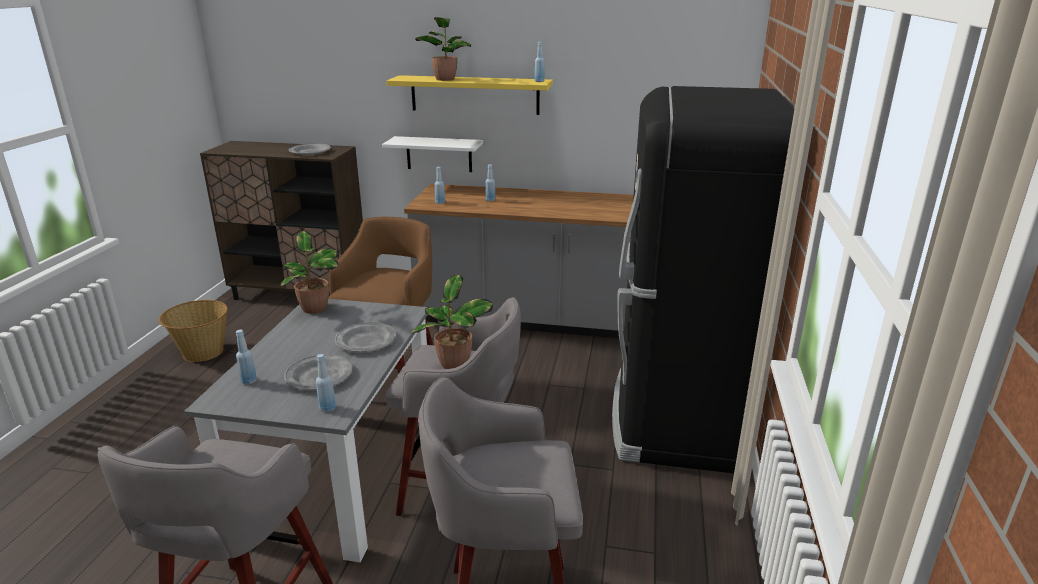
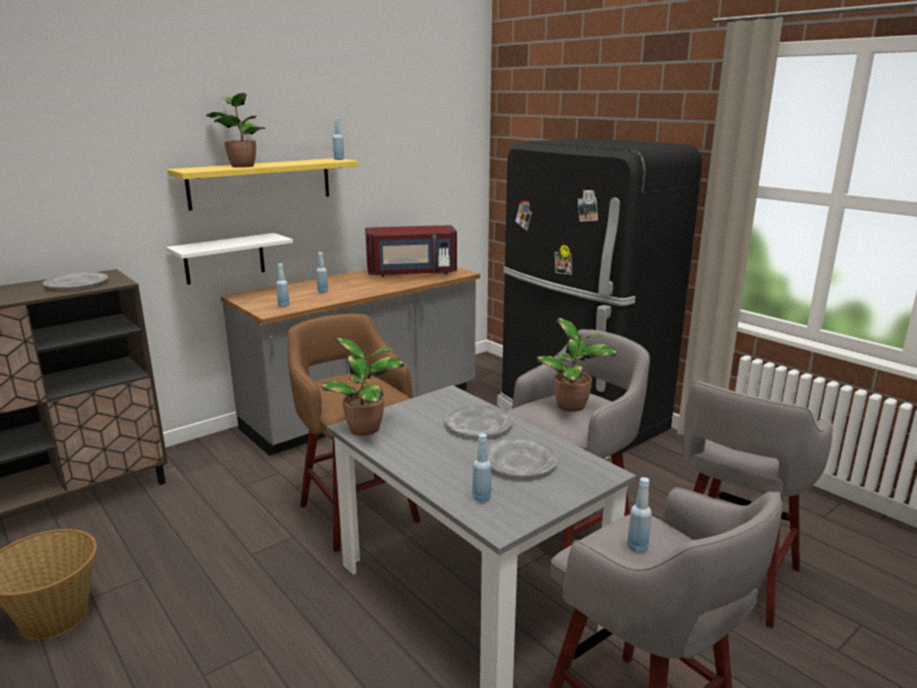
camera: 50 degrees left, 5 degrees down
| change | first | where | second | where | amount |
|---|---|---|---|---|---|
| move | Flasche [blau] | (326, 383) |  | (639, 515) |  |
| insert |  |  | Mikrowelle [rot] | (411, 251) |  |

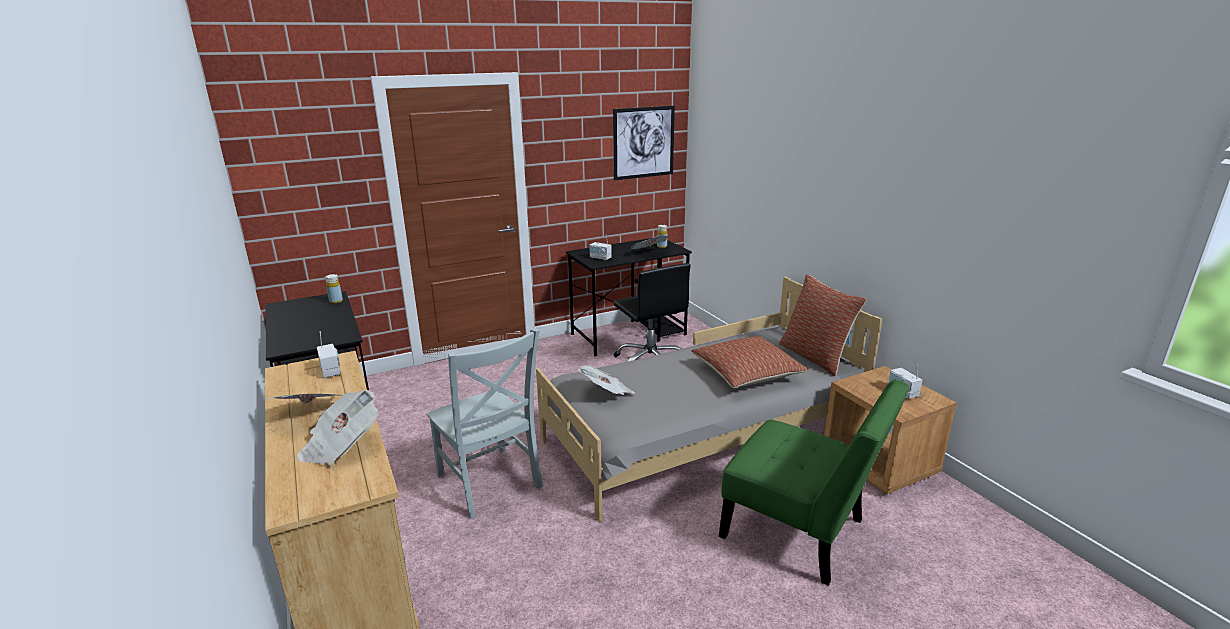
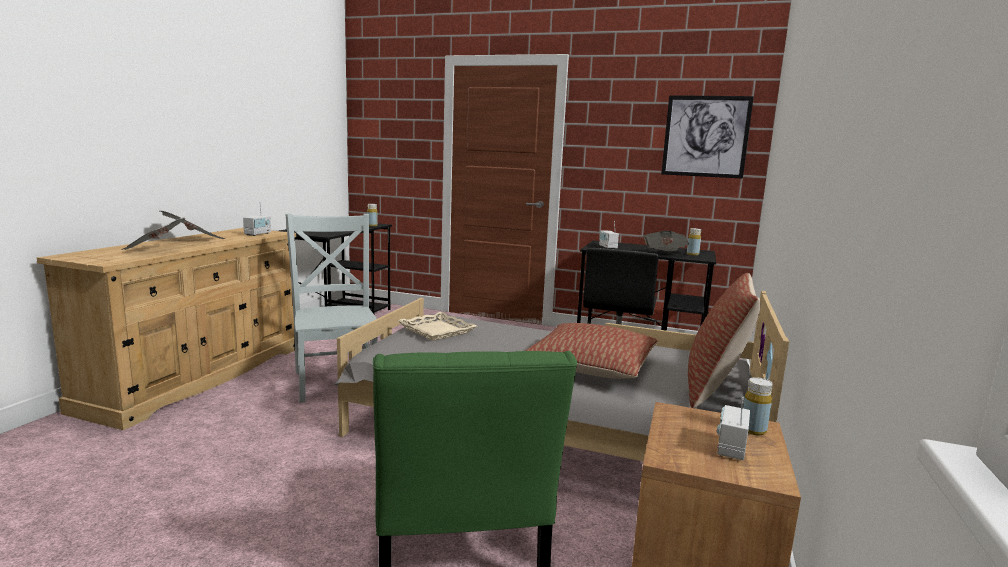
camera: 45 degrees right, 10 degrees down
| change | first | where | second | where | amount |
|---|---|---|---|---|---|
| rotate | Stuhl [grau] | (484, 423) |  | (331, 308) | 150 degrees clockwise |
| replace | Zeitung | (606, 380) | Tablett [beige] | (437, 326) |  |
| insert |  |  | Flasche [gelb] | (758, 406) |  |

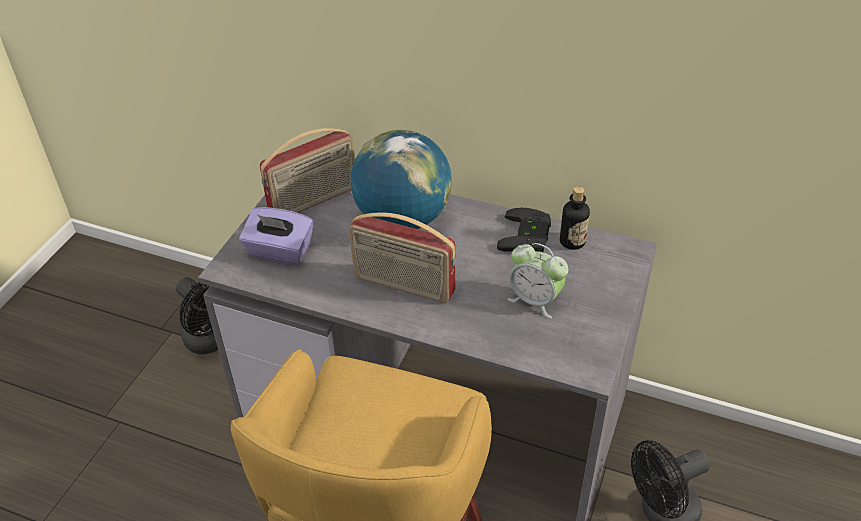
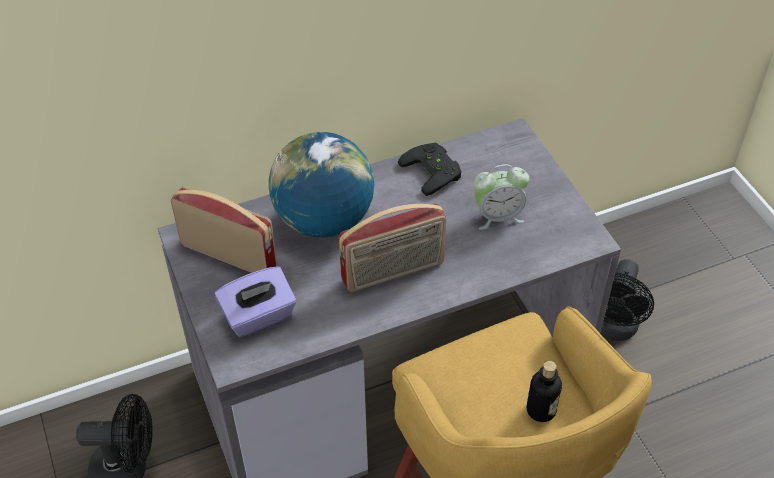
camera: 45 degrees left, 5 degrees up
| change | first | where | second | where | amount |
|---|---|---|---|---|---|
| rotate | Radio | (307, 170) |  | (224, 230) | 75 degrees counterclockwise |
| move | Flasche | (575, 218) |  | (544, 391) |  |

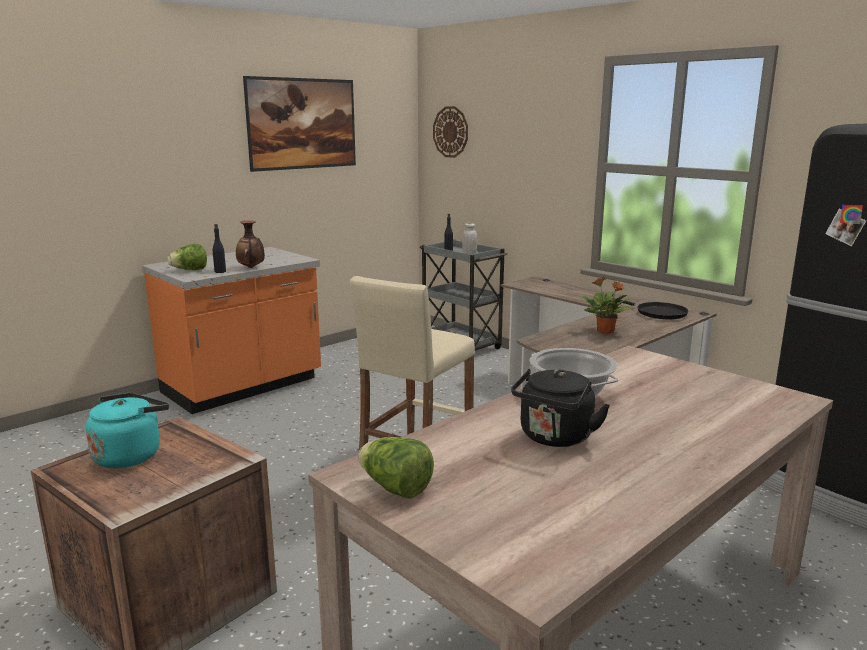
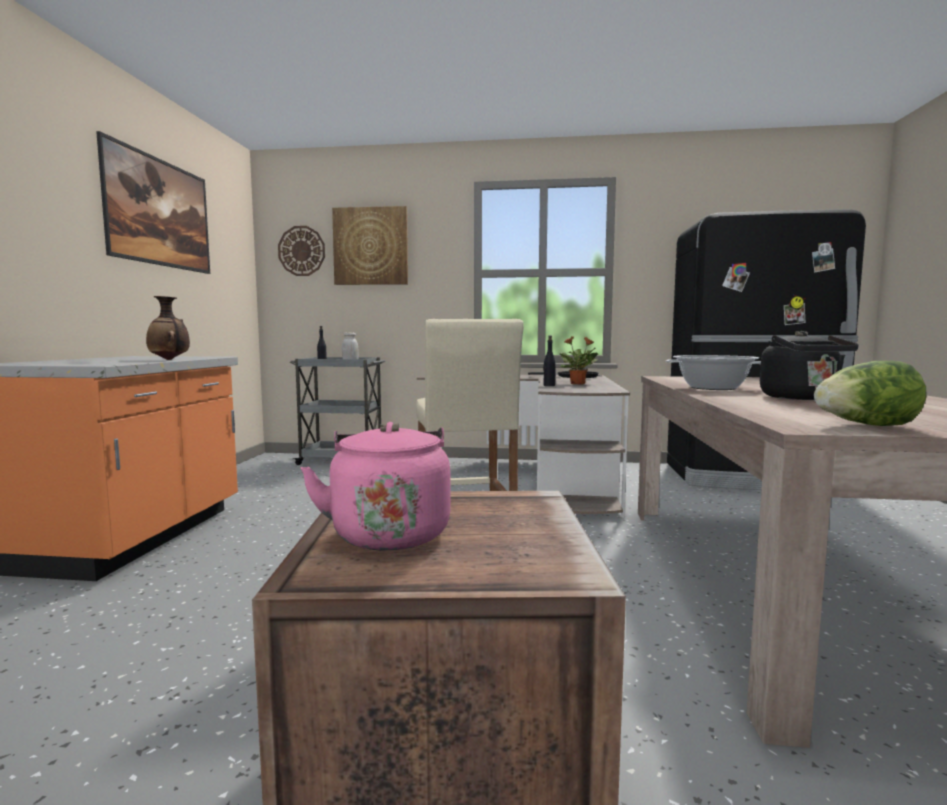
camera: 40 degrees left, 10 degrees down
| change | first | where | second | where | amount |
|---|---|---|---|---|---|
| recolor | Wasserkessel [türkis] | (127, 430) | Wasserkessel [rosa] | (376, 486) |  |
| delete | Salatkopf | (187, 257) |  |  |  |
| move | Flasche [schwarz] | (219, 248) |  | (549, 361) |  |
| insert |  |  | Bild | (370, 245) |  |

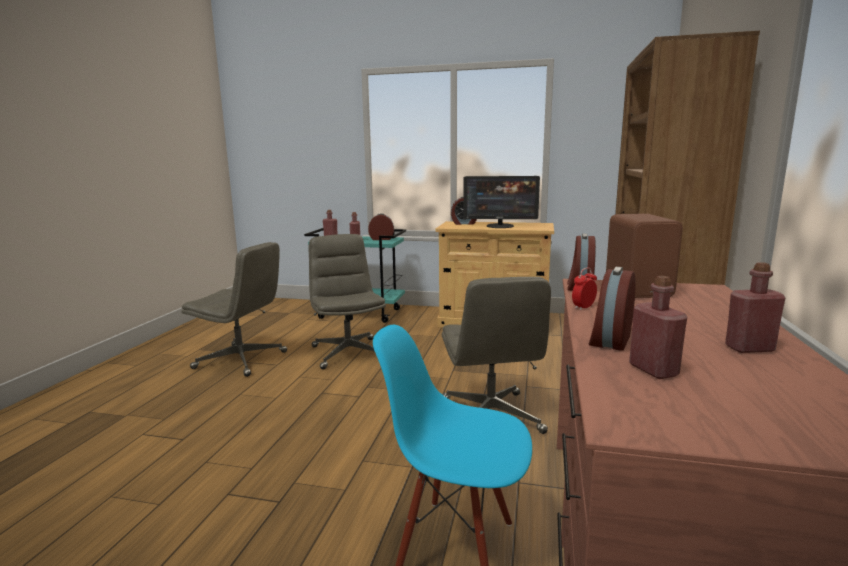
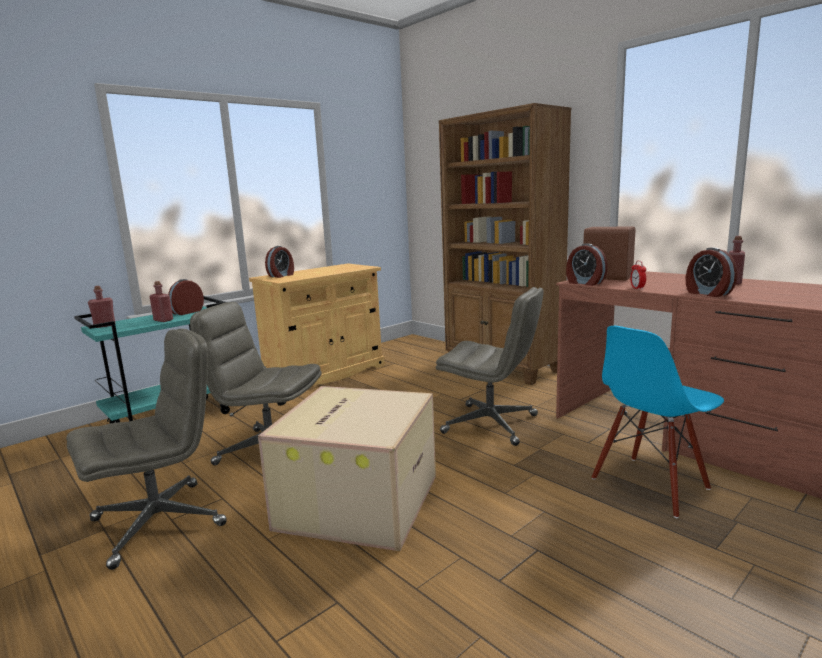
camera: 55 degrees left, 0 degrees up
| change | first | where | second | where | amount |
|---|---|---|---|---|---|
| delete | Monitor | (501, 202) |  |  |  |
| delete | Flasche [rot] | (658, 327) |  |  |  |
| insert |  |  | Karton | (347, 468) |  |

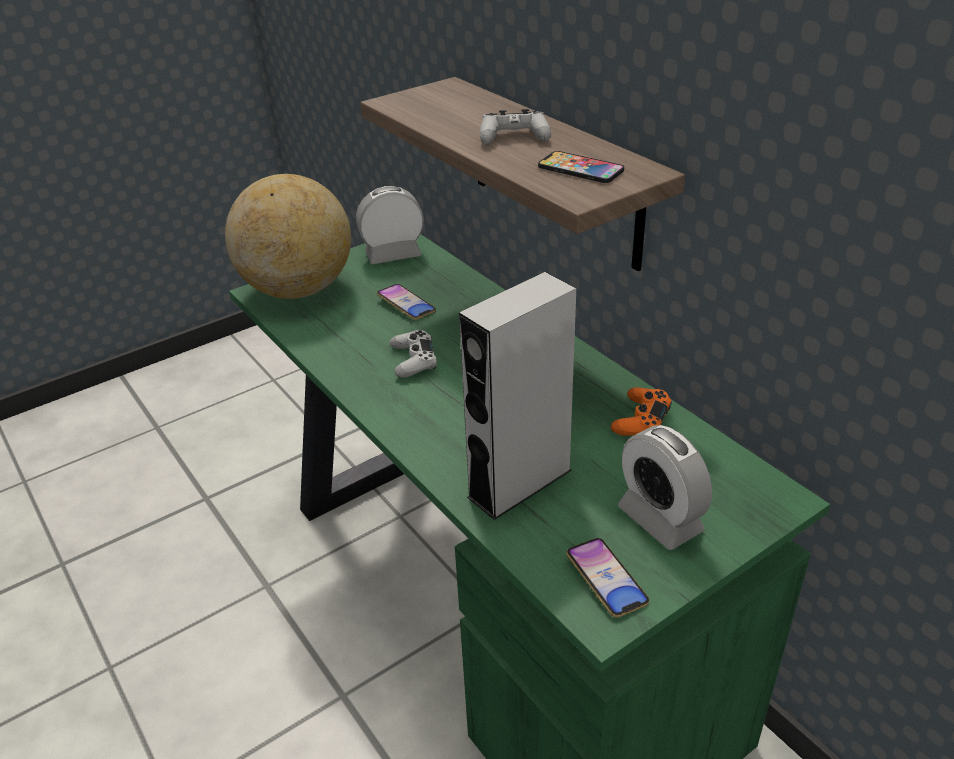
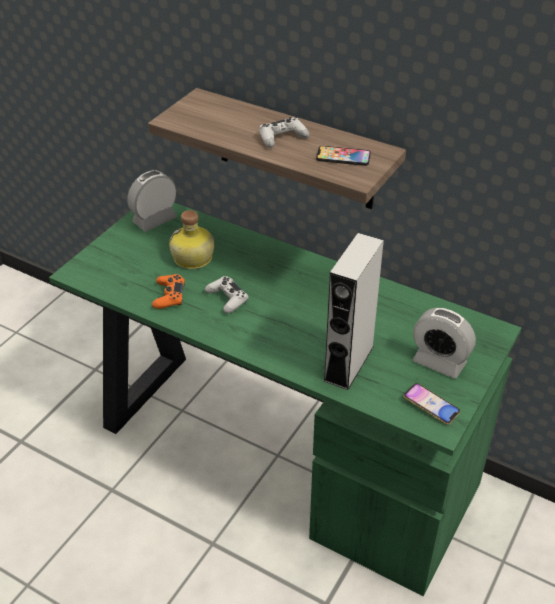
camera: 25 degrees left, 5 degrees up
| change | first | where | second | where | amount |
|---|---|---|---|---|---|
| delete | Globus | (288, 236) |  |  |  |
| replace | Handy | (406, 302) | Flasche | (191, 239) |  |
| move | Gamepad [orange] | (641, 411) |  | (168, 291) |  |

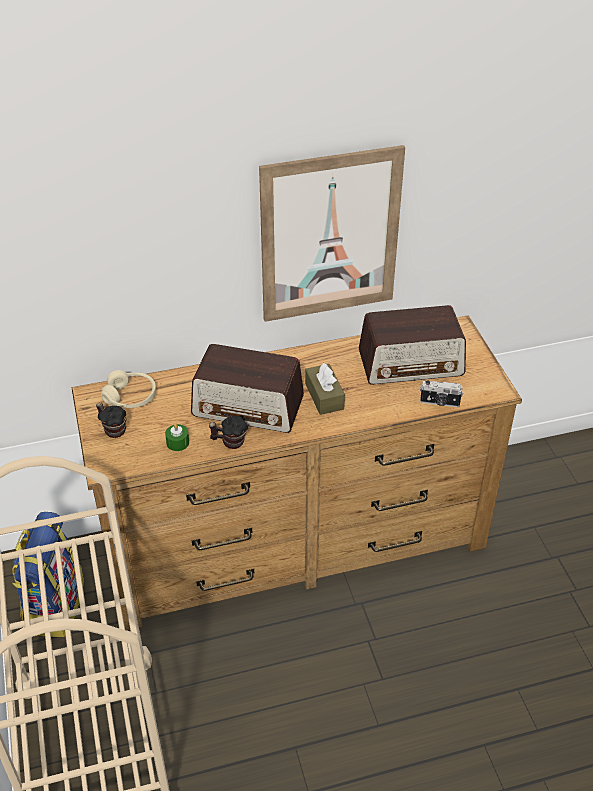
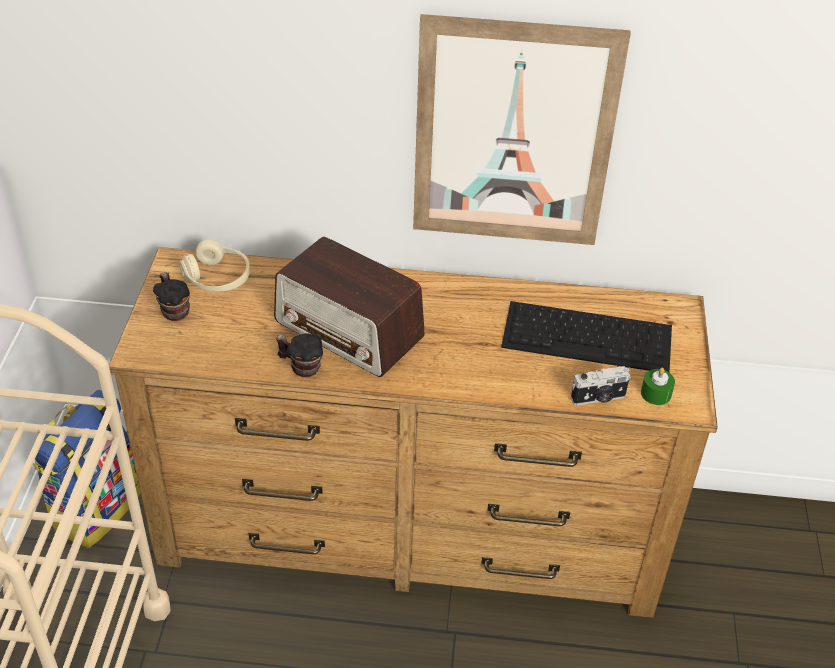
camera: 20 degrees right, 0 degrees up
| change | first | where | second | where | amount |
|---|---|---|---|---|---|
| move | Kerze [grün] | (177, 437) |  | (658, 386) |  |
| delete | Taschentuchbox [braun] | (325, 389) |  |  |  |
| replace | Radio | (412, 345) | Tastatur | (586, 336) |  |
| rotate | Kamera | (442, 393) |  | (601, 385) | 45 degrees counterclockwise |

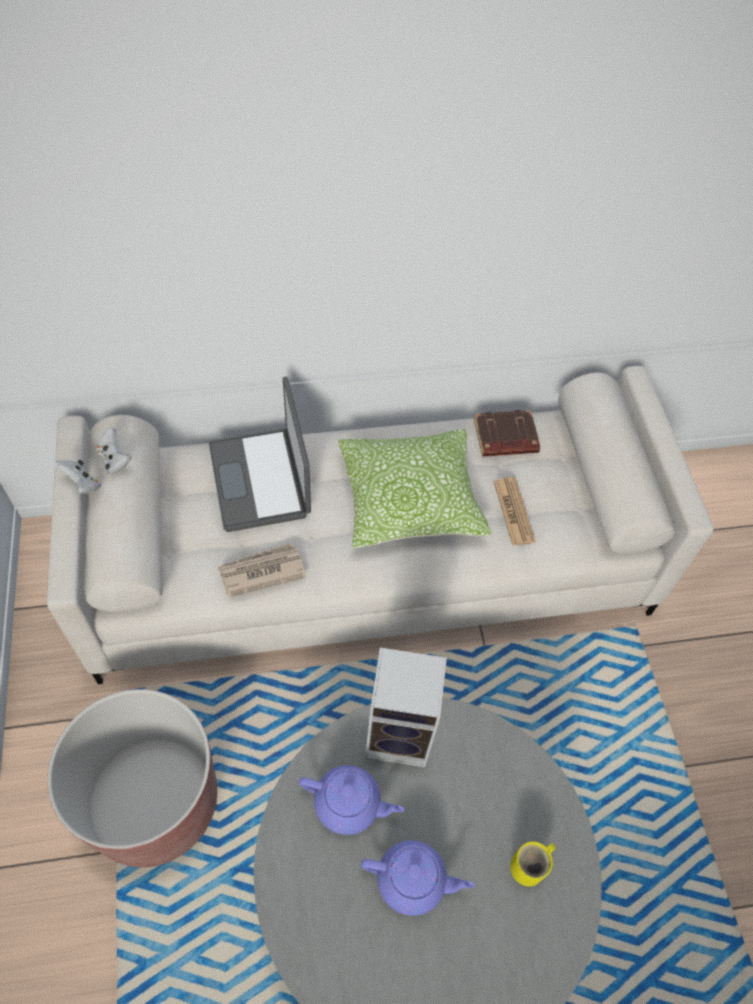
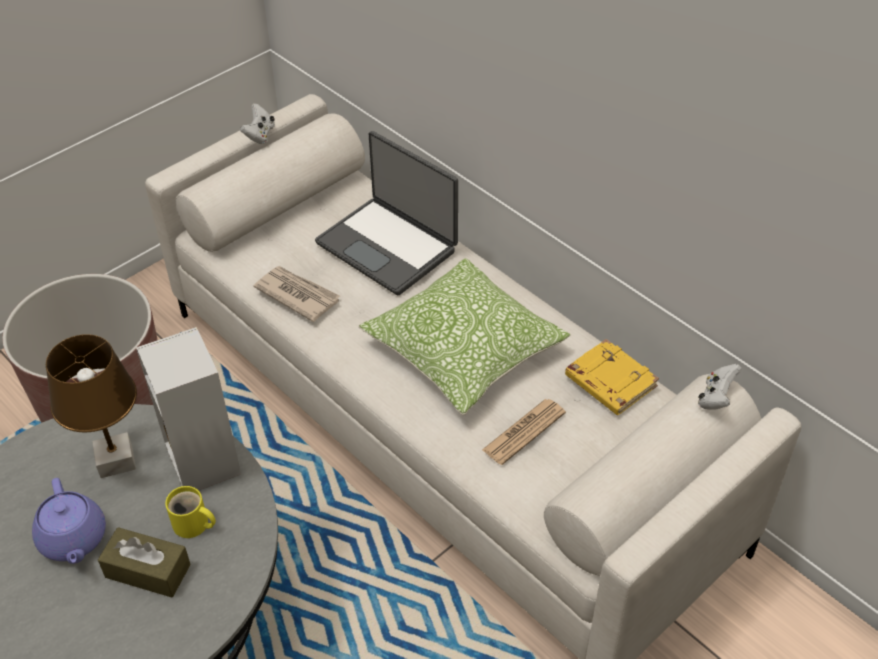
camera: 60 degrees right, 10 degrees down
| change | first | where | second | where | amount |
|---|---|---|---|---|---|
| move | Gamepad [weiß] | (113, 451) |  | (720, 387) |  |
| rotate | Laptop | (260, 454) |  | (386, 213) | 90 degrees counterclockwise |
| replace | Teekanne [lila] | (352, 800) | Tischlampe [braun] | (91, 406) |  |
| recolor | Buch [braun] | (507, 433) | Buch [gelb] | (612, 377) |  |
| move | Henkelbecher [gelb] | (533, 863) |  | (190, 512) |  |
| insert |  |  | Taschentuchbox [braun] | (144, 562) |  |

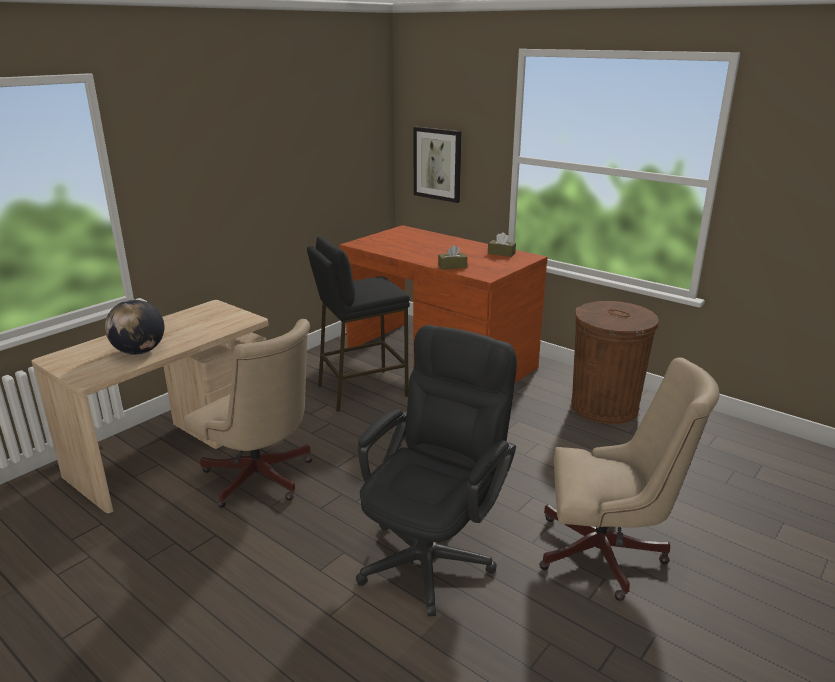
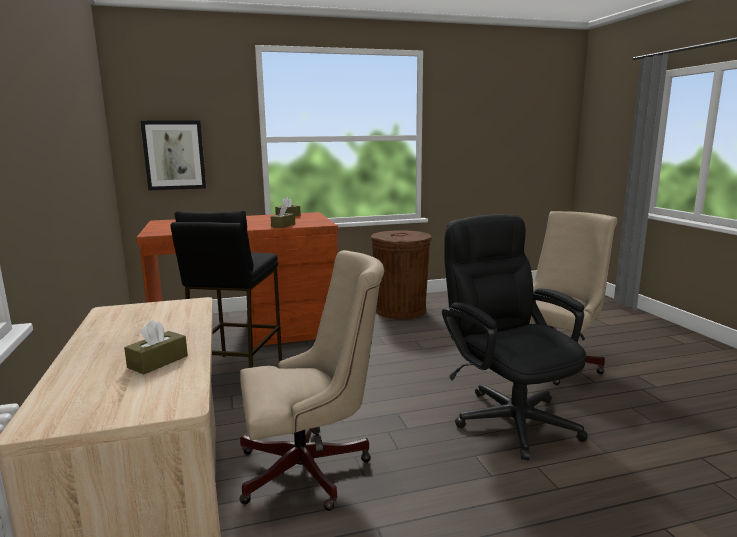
camera: 55 degrees left, 10 degrees down
| change | first | where | second | where | amount |
|---|---|---|---|---|---|
| replace | Globus | (134, 327) | Taschentuchbox [braun] | (156, 347) |  |

